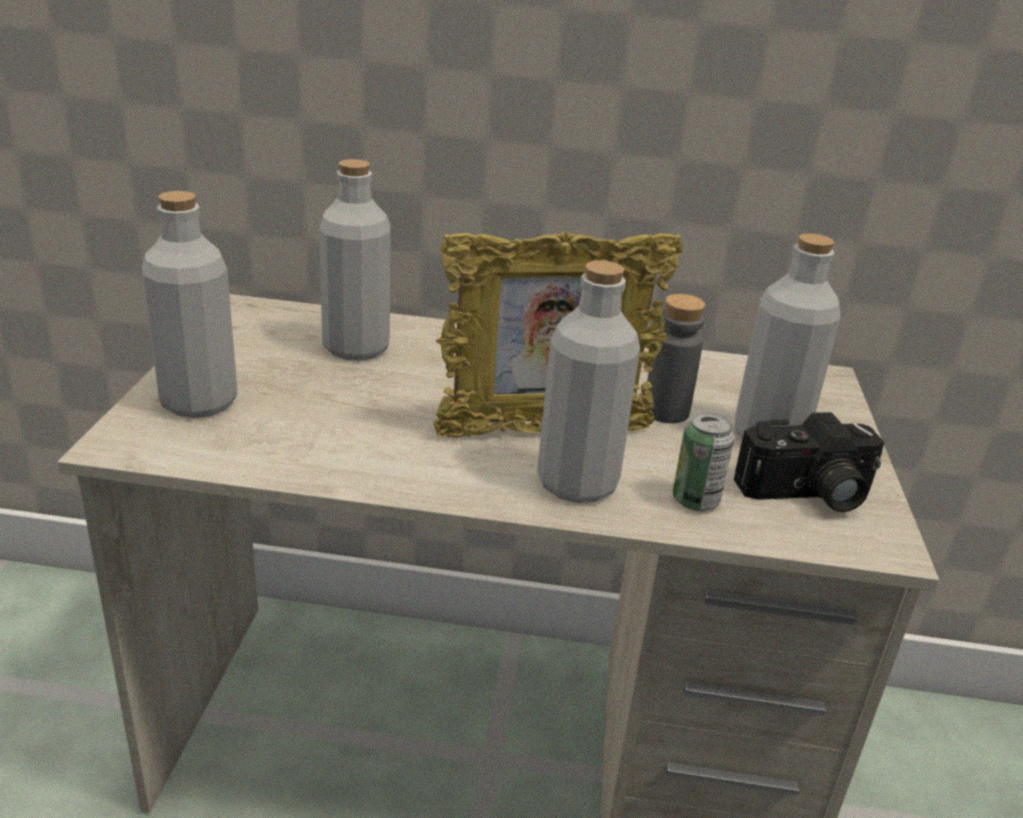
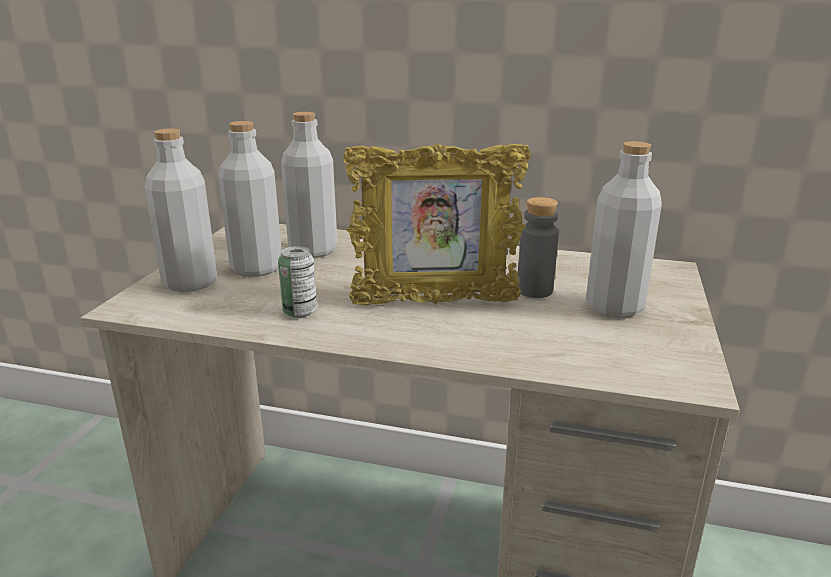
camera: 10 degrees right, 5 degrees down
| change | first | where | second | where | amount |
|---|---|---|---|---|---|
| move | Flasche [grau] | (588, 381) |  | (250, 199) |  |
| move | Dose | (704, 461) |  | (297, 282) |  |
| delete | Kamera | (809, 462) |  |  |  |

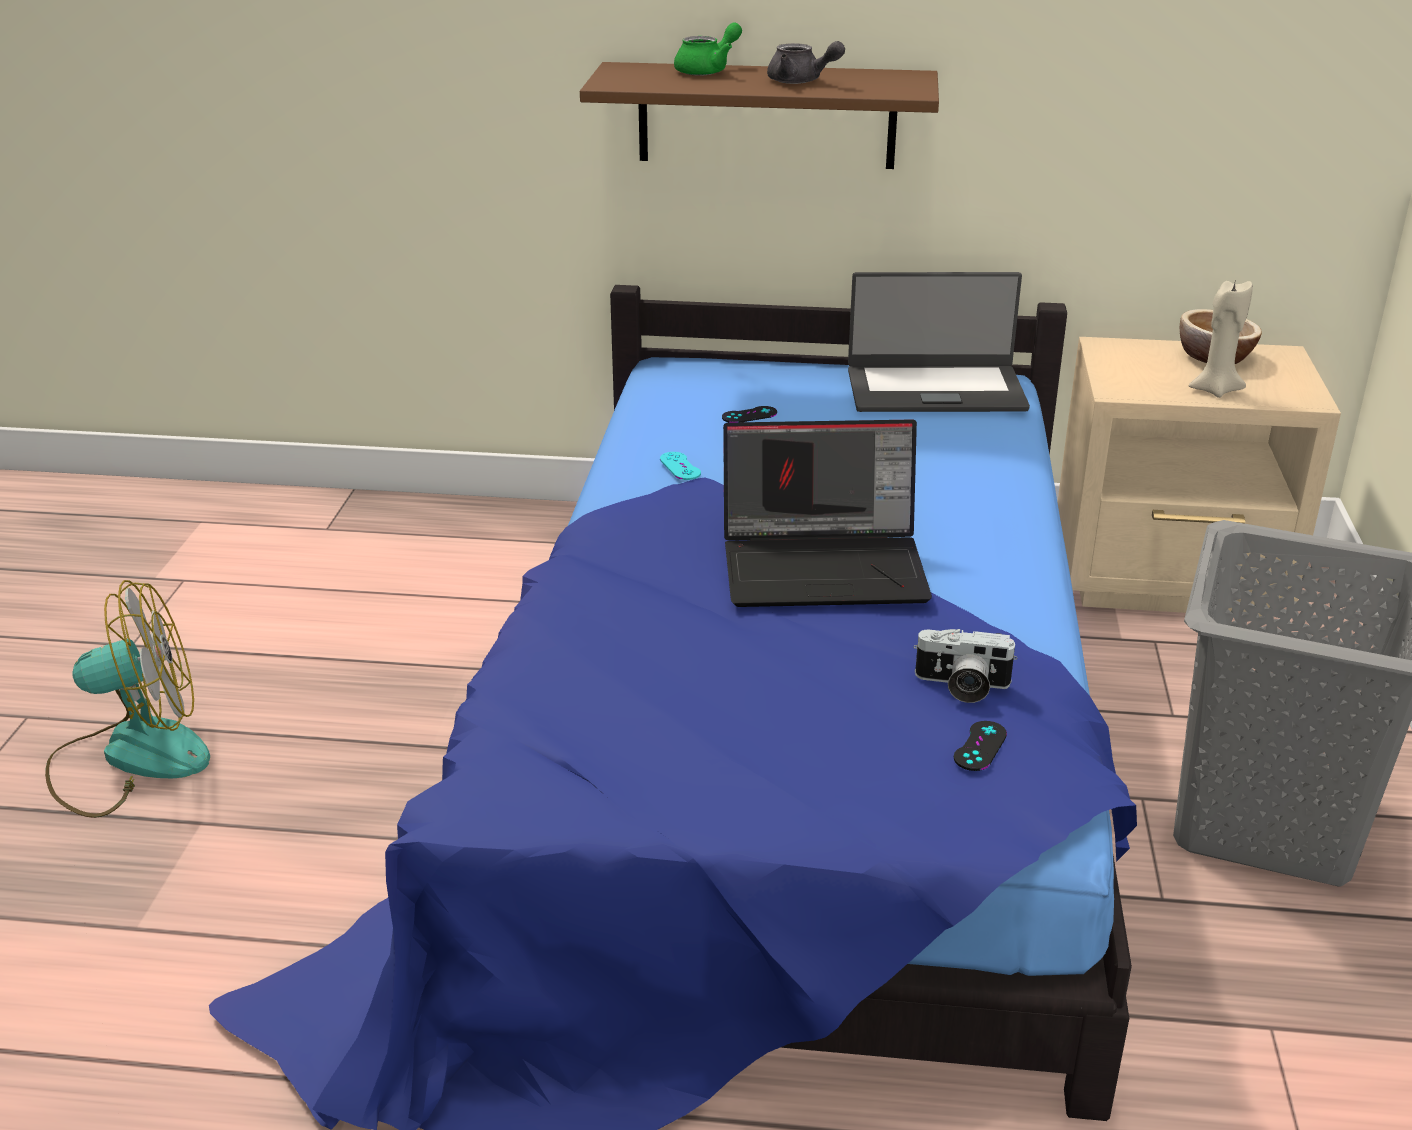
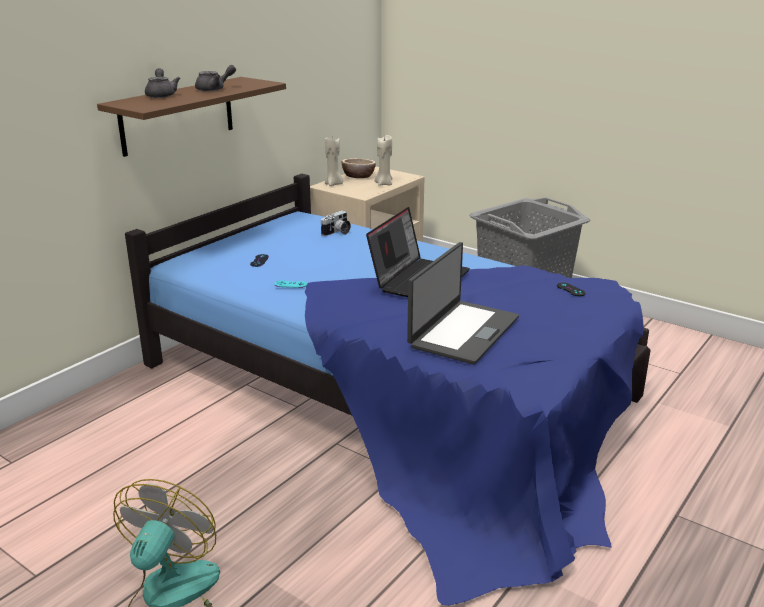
camera: 60 degrees left, 5 degrees down
| change | first | where | second | where | amount |
|---|---|---|---|---|---|
| recolor | Teekanne [grün] | (708, 49) | Teekanne [grau] | (162, 83) |  |
| move | Laptop | (939, 342) |  | (463, 303) |  |
| move | Kamera | (966, 666) |  | (336, 223) |  |
| insert |  |  | Kerze [beige] | (334, 161) |  |

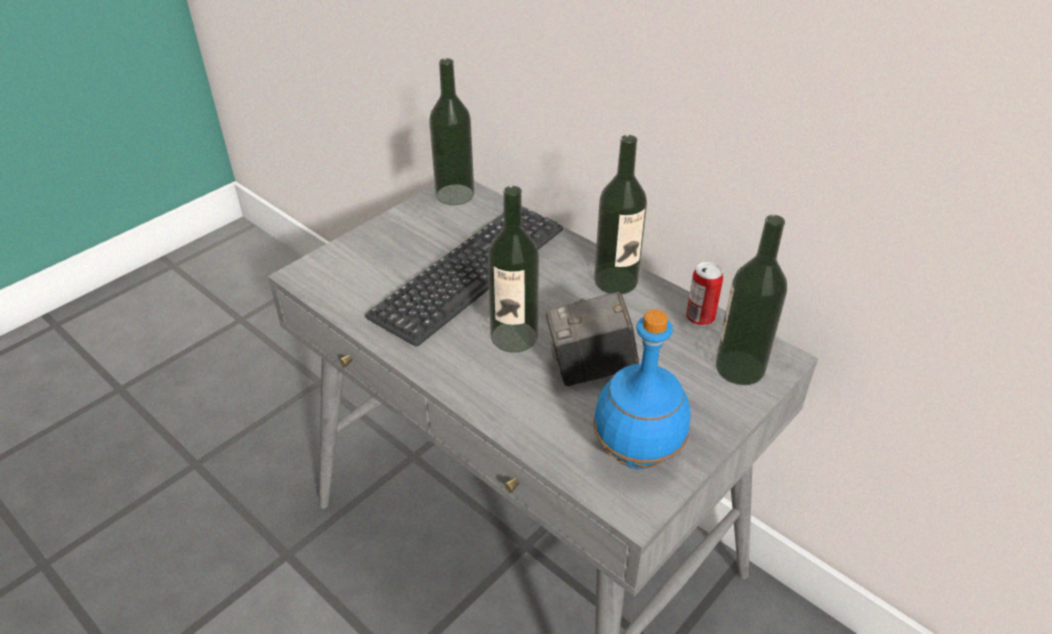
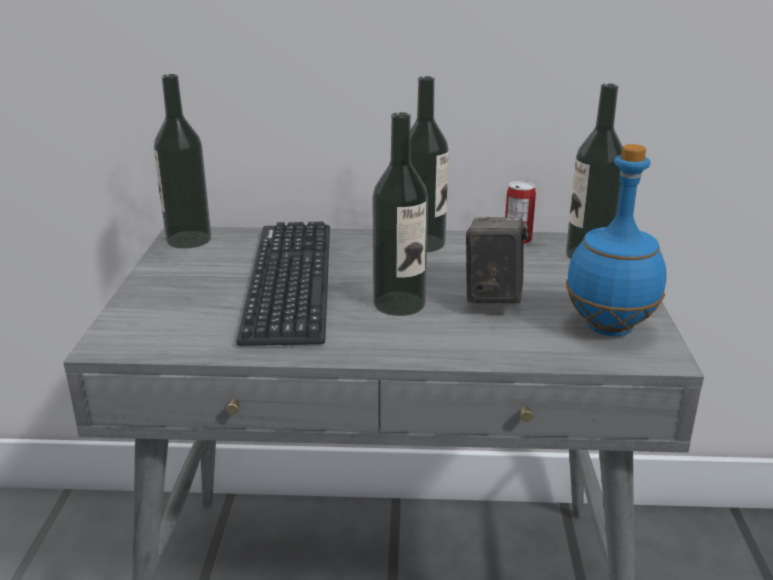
camera: 40 degrees left, 15 degrees down
| change | first | where | second | where | amount |
|---|---|---|---|---|---|
| rotate | Kamera | (592, 338) |  | (497, 260) | 150 degrees clockwise |

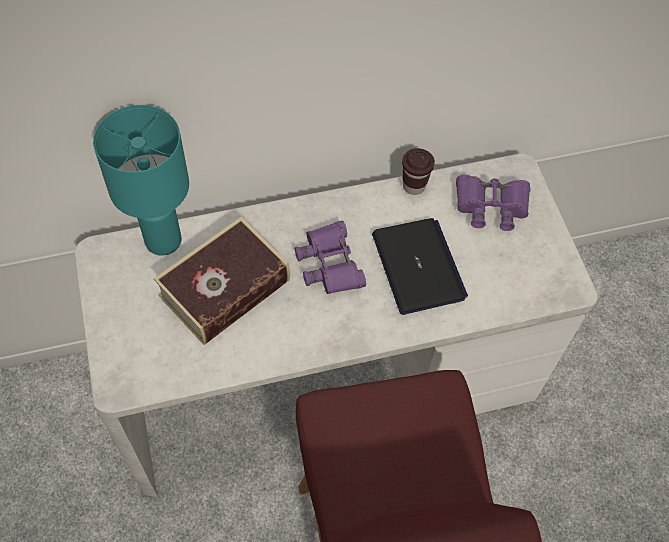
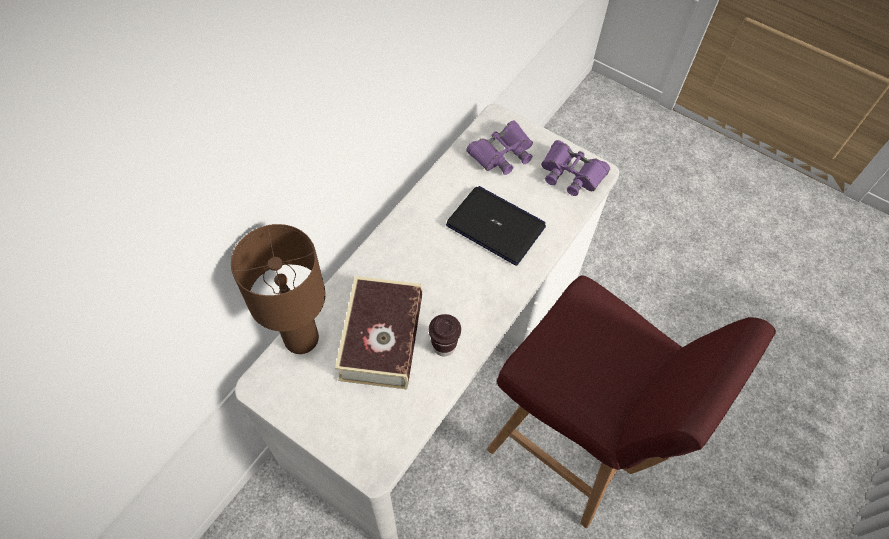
camera: 40 degrees left, 0 degrees up
| change | first | where | second | where | amount |
|---|---|---|---|---|---|
| recolor | Tischlampe [türkis] | (141, 180) | Tischlampe [braun] | (278, 289) |  |
| move | Fernglas [lila] | (330, 257) |  | (575, 168) |  |
| move | Tasse [braun] | (418, 171) |  | (445, 335) |  |

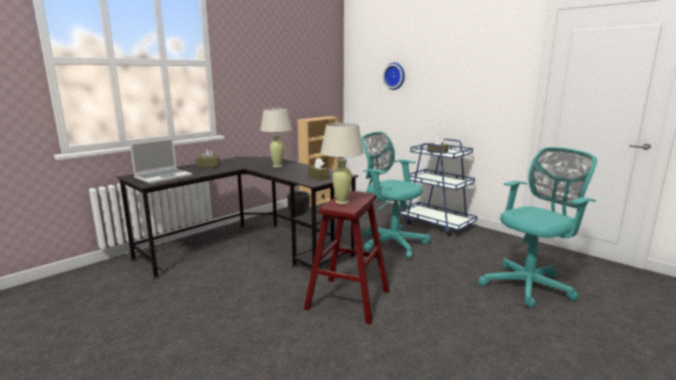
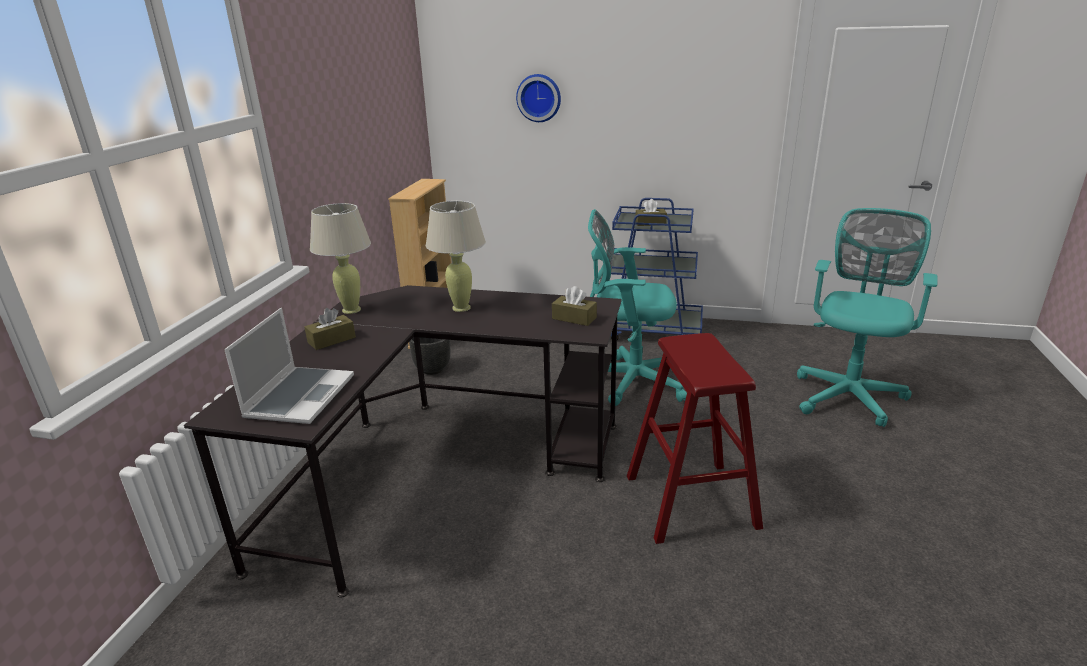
camera: 30 degrees left, 10 degrees up
| change | first | where | second | where | amount |
|---|---|---|---|---|---|
| move | Tischlampe [beige] | (342, 163) |  | (340, 258) |  |

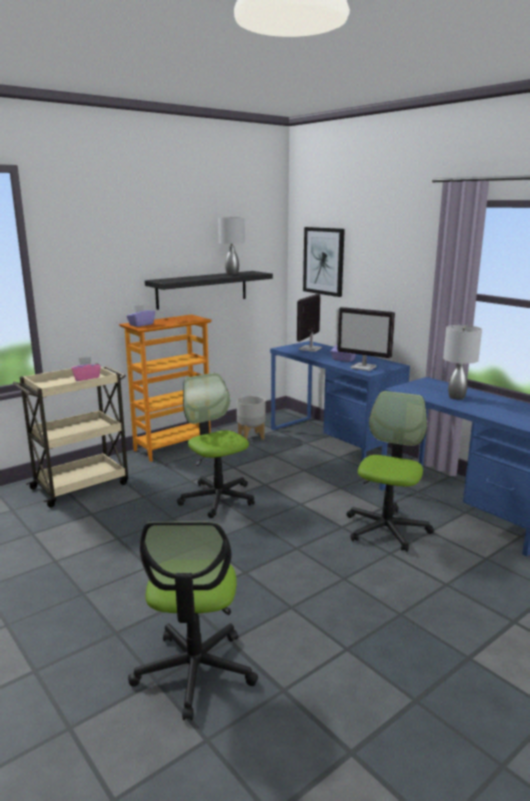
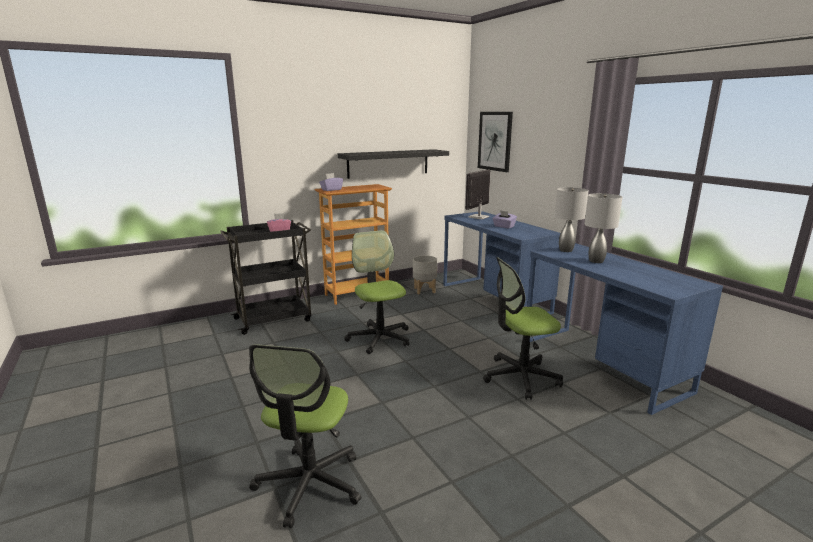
camera: 10 degrees right, 0 degrees up
| change | first | where | second | where | amount |
|---|---|---|---|---|---|
| recolor | Rollwagen [beige] | (70, 435) | Rollwagen [schwarz] | (265, 277) |  |
| move | Tischlampe [grau] | (231, 246) |  | (572, 219) |  |
| delete | Monitor | (366, 339) |  |  |  |
| rotate | Bürostuhl | (390, 471) |  | (523, 328) | 135 degrees counterclockwise |

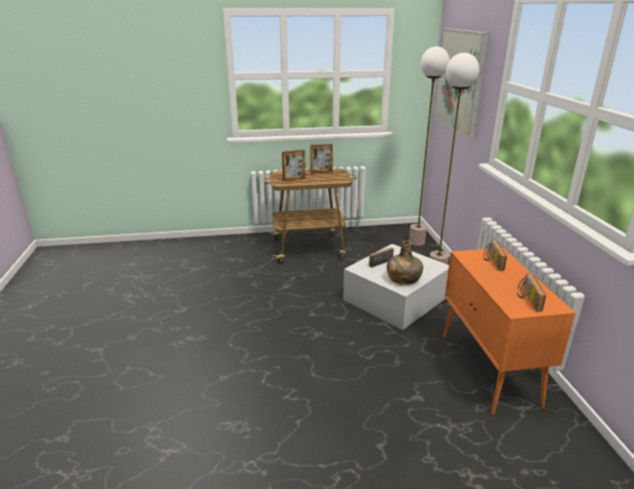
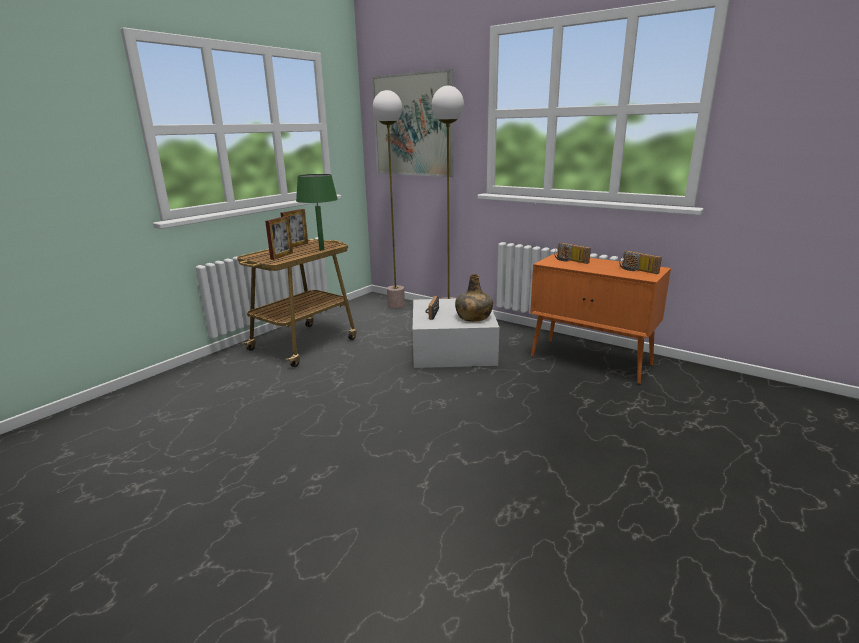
camera: 45 degrees left, 5 degrees down
| change | first | where | second | where | amount |
|---|---|---|---|---|---|
| insert |  |  | Tischlampe [grün] | (317, 212) |  |

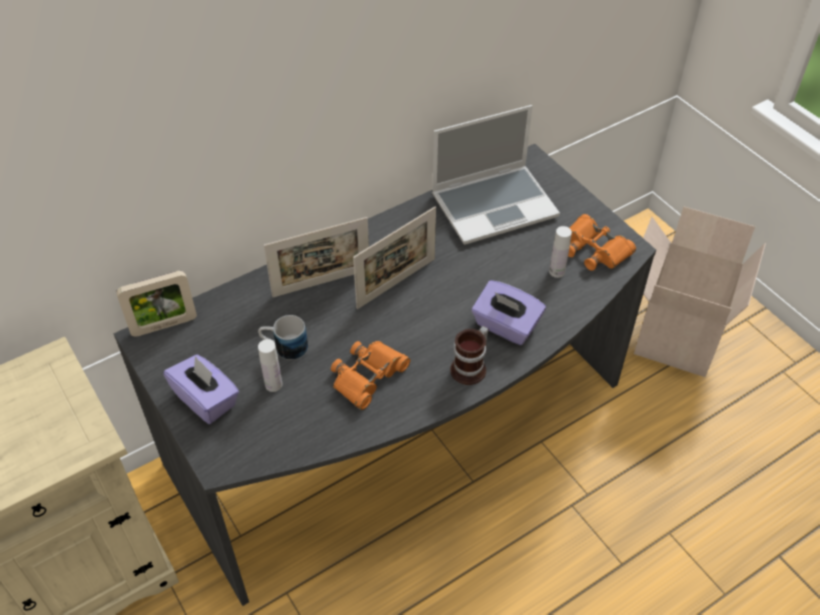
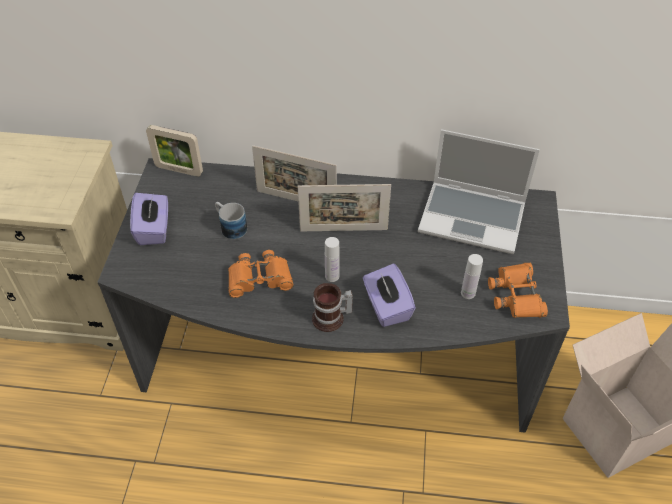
camera: 40 degrees right, 0 degrees up
| change | first | where | second | where | amount |
|---|---|---|---|---|---|
| move | Flasche [weiß] | (270, 365) |  | (332, 259) |  |

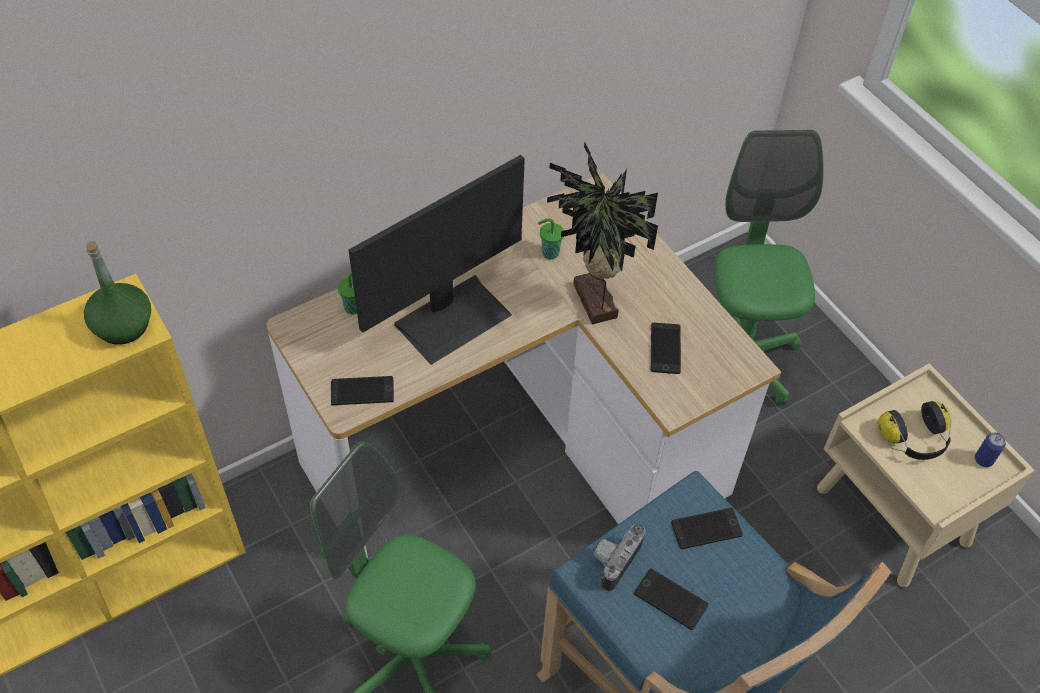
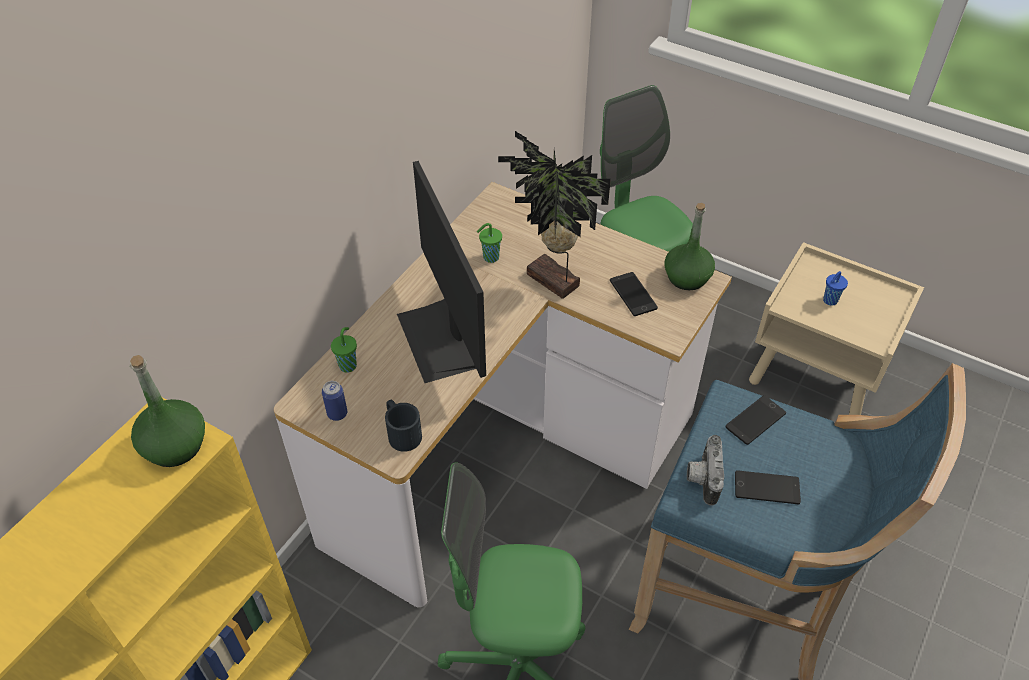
camera: 25 degrees left, 5 degrees down
| change | first | where | second | where | amount |
|---|---|---|---|---|---|
| replace | Handy | (362, 390) | Henkelbecher [schwarz] | (403, 426) |  |
| rotate | Monitor | (437, 260) |  | (441, 272) | 135 degrees clockwise |
| replace | Kopfhörer | (914, 430) | Tasse [blau] | (835, 288) |  |
| move | Dose | (990, 449) |  | (334, 401) |  |
| insert |  |  | Flasche [grün] | (690, 246) |  |

